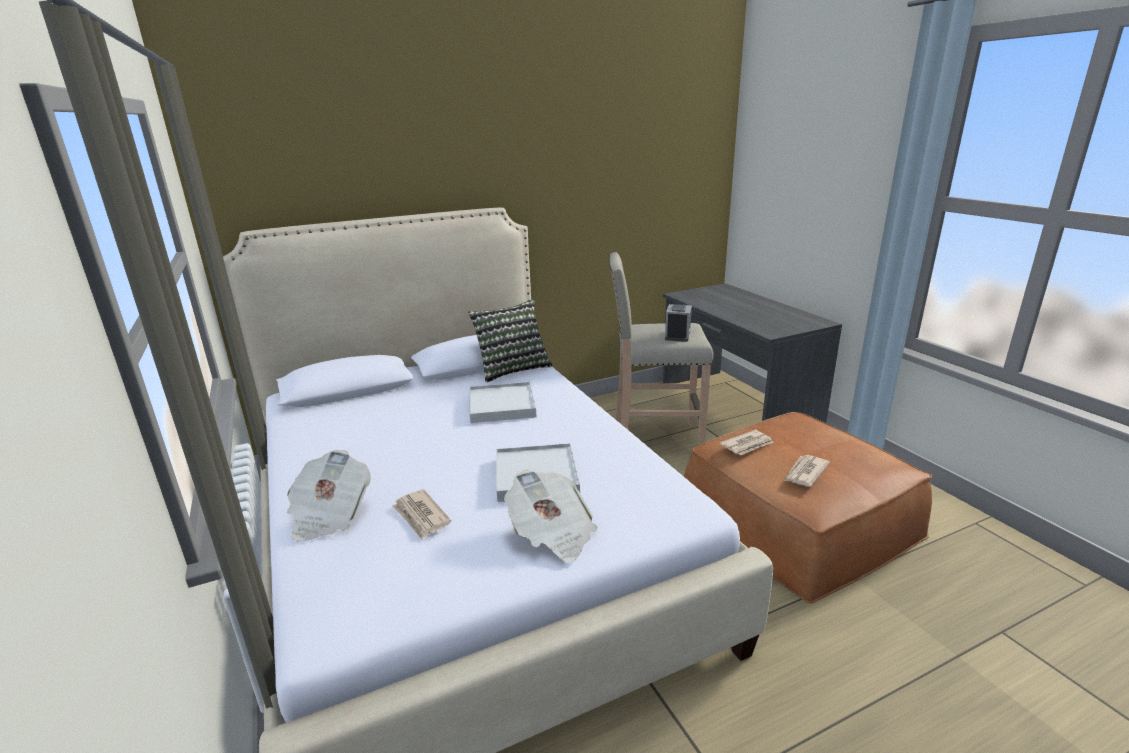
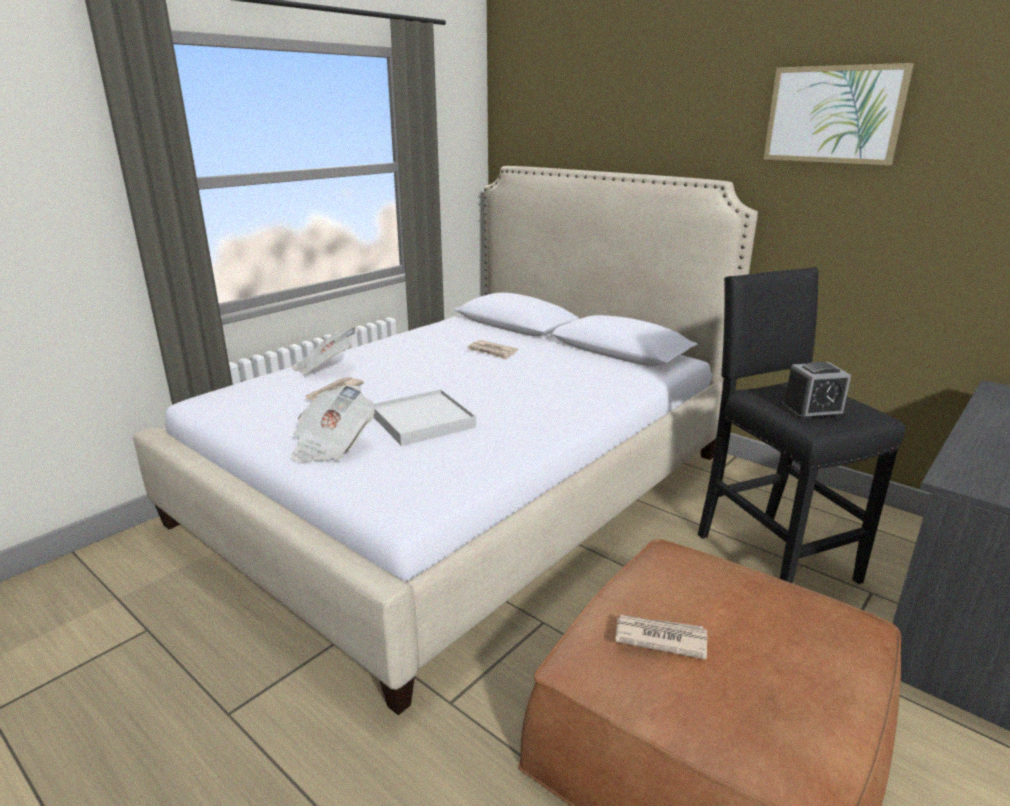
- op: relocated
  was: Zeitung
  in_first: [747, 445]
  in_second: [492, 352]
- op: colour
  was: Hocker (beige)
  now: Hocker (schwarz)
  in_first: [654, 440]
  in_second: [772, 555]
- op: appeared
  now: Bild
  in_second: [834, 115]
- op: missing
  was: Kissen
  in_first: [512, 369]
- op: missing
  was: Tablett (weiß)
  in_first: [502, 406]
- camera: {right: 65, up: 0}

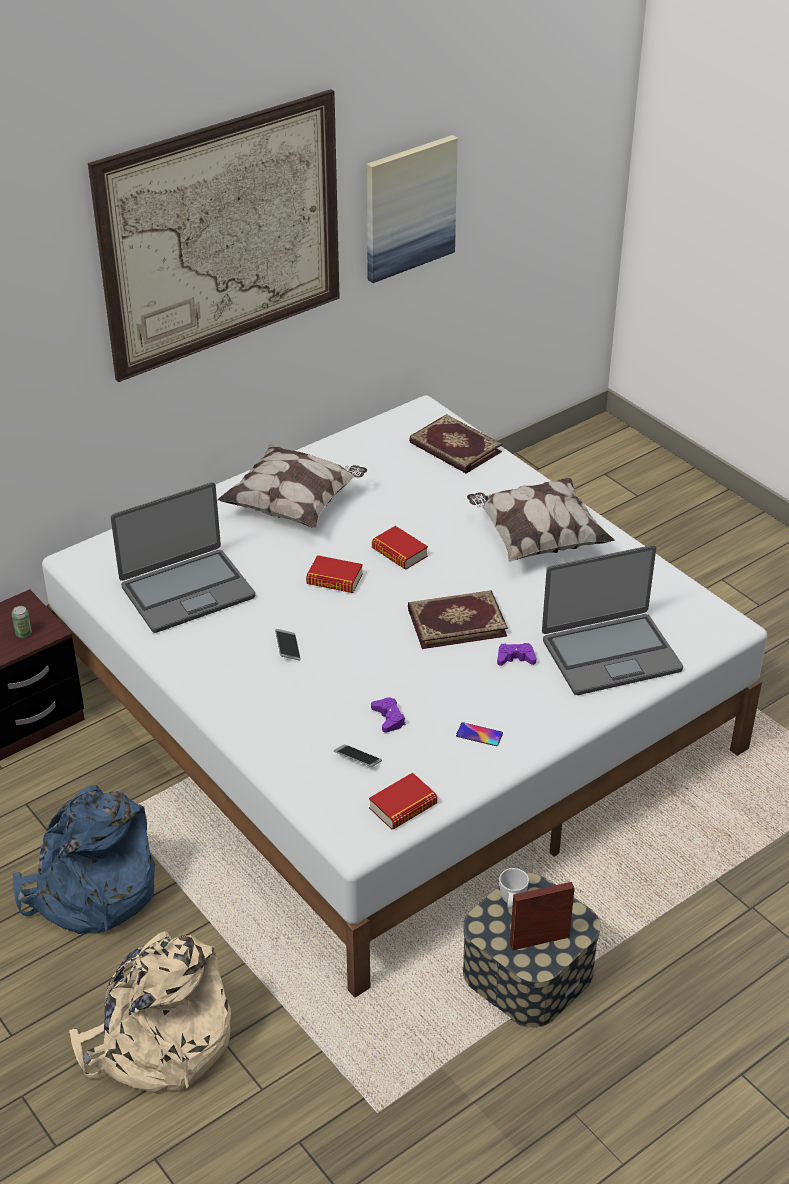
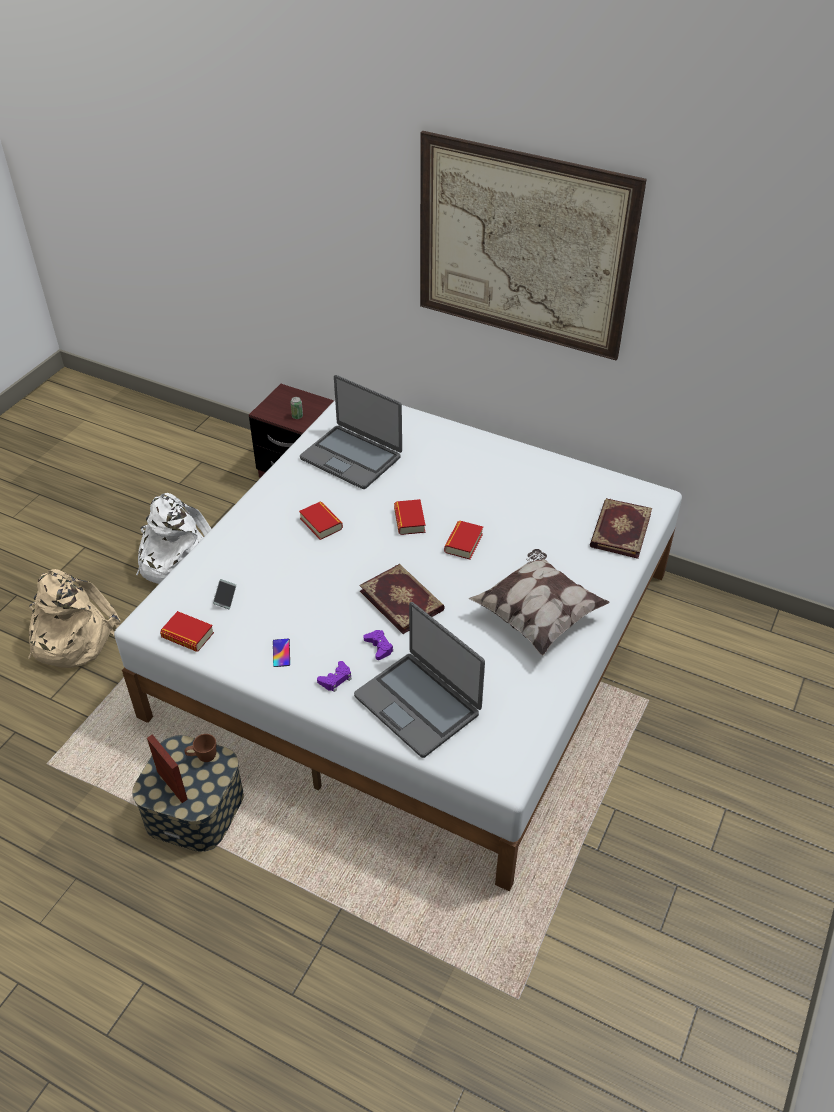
- op: colour
  was: Rucksack (blau)
  now: Rucksack (weiß)
  in_first: [91, 891]
  in_second: [176, 560]
- op: colour
  was: Henkelbecher (weiß)
  now: Henkelbecher (braun)
  in_first: [512, 903]
  in_second: [203, 757]
- op: exchanged
  was: Handy
  now: Buch
  in_first: [288, 648]
  in_second: [321, 523]
- op: relocated
  was: Gamepad (lila)
  in_first: [388, 718]
  in_second: [336, 679]
- op: missing
  was: Kissen
  in_first: [294, 505]
- op: missing
  was: Bild
  in_first: [409, 208]
- camera: {right: 65, up: 5}

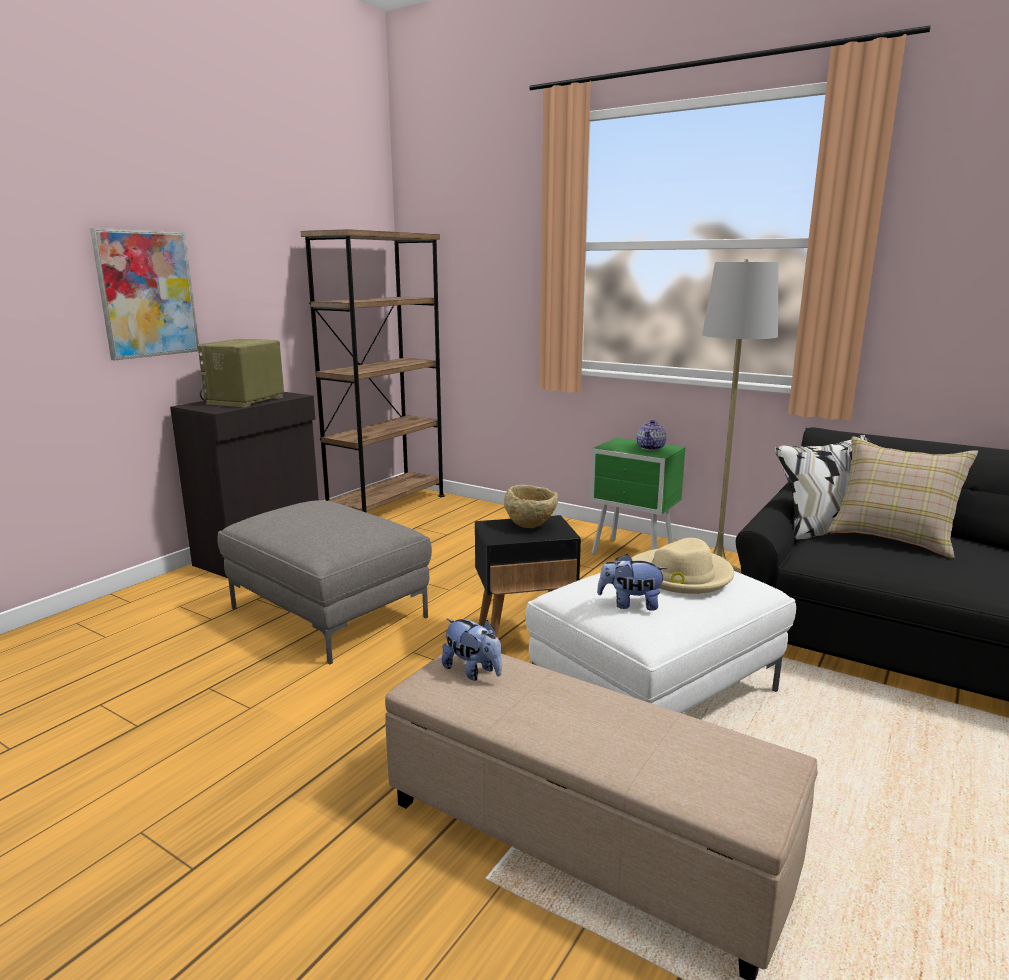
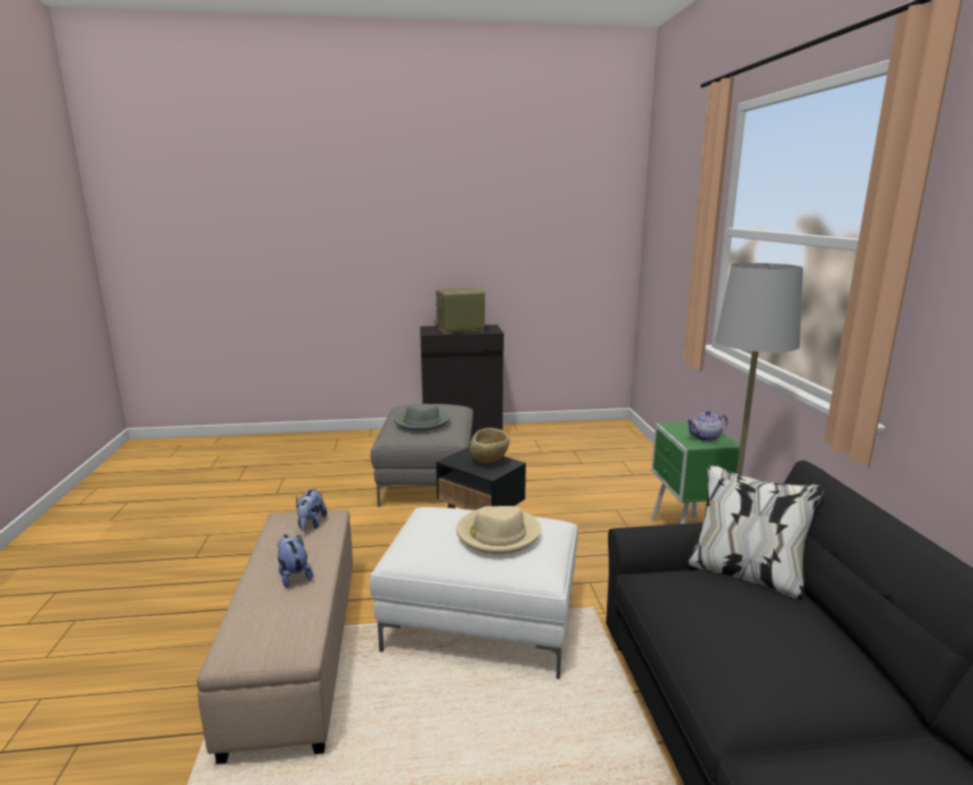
- op: relocated
  was: Plüschtier
  in_first: [630, 604]
  in_second: [293, 576]
- op: appeared
  now: Hut (grau)
  in_second: [421, 422]
- op: missing
  was: Bild
  in_first: [147, 294]
- op: missing
  was: Bücherregal (braun)
  in_first: [387, 506]
- op: missing
  was: Kissen (beige)
  in_first: [893, 537]
- camera: {right: 50, up: 0}

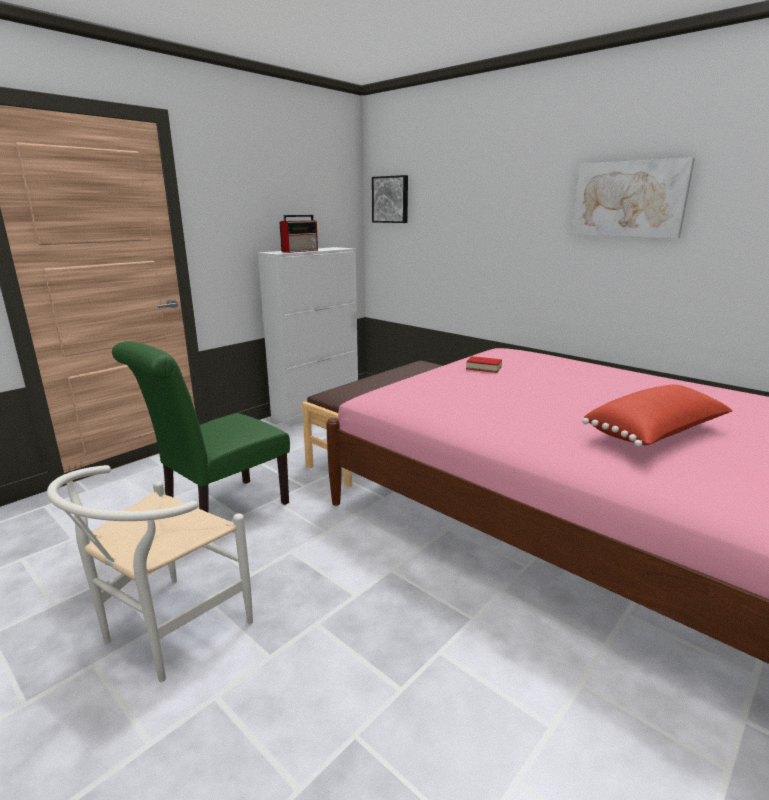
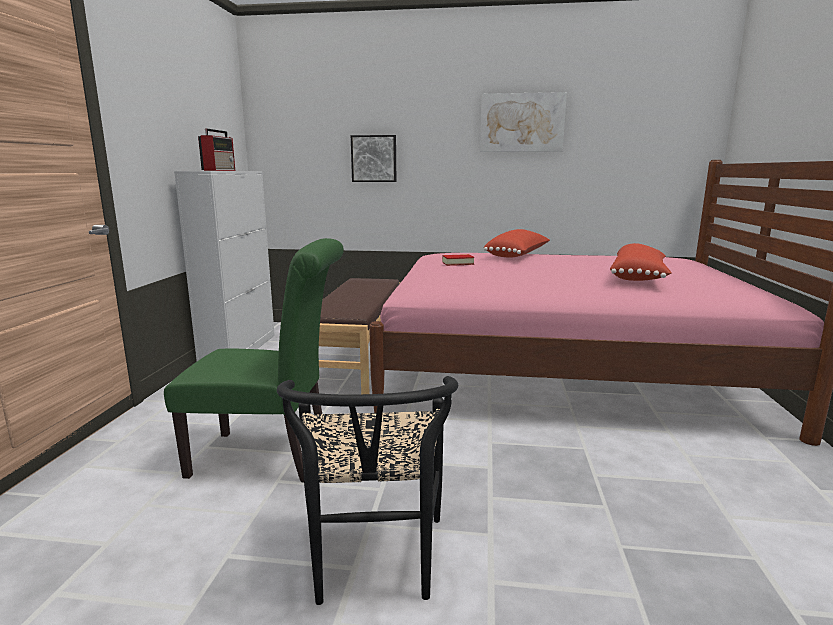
- op: spun
  was: Stuhl (grün)
  in_first: [220, 513]
  in_second: [270, 457]
  clockwise: -90
- op: colour
  was: Stuhl (weiß)
  now: Stuhl (schwarz)
  in_first: [166, 634]
  in_second: [373, 565]
- op: relocated
  was: Bild
  in_first: [391, 199]
  in_second: [374, 158]
- op: appeared
  now: Kissen (rot)
  in_second: [518, 256]
- camera: {right: -35, up: -5}

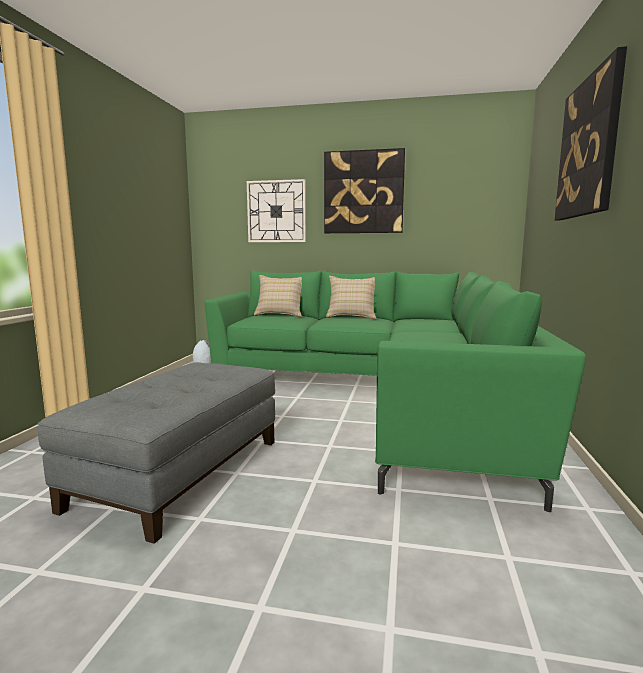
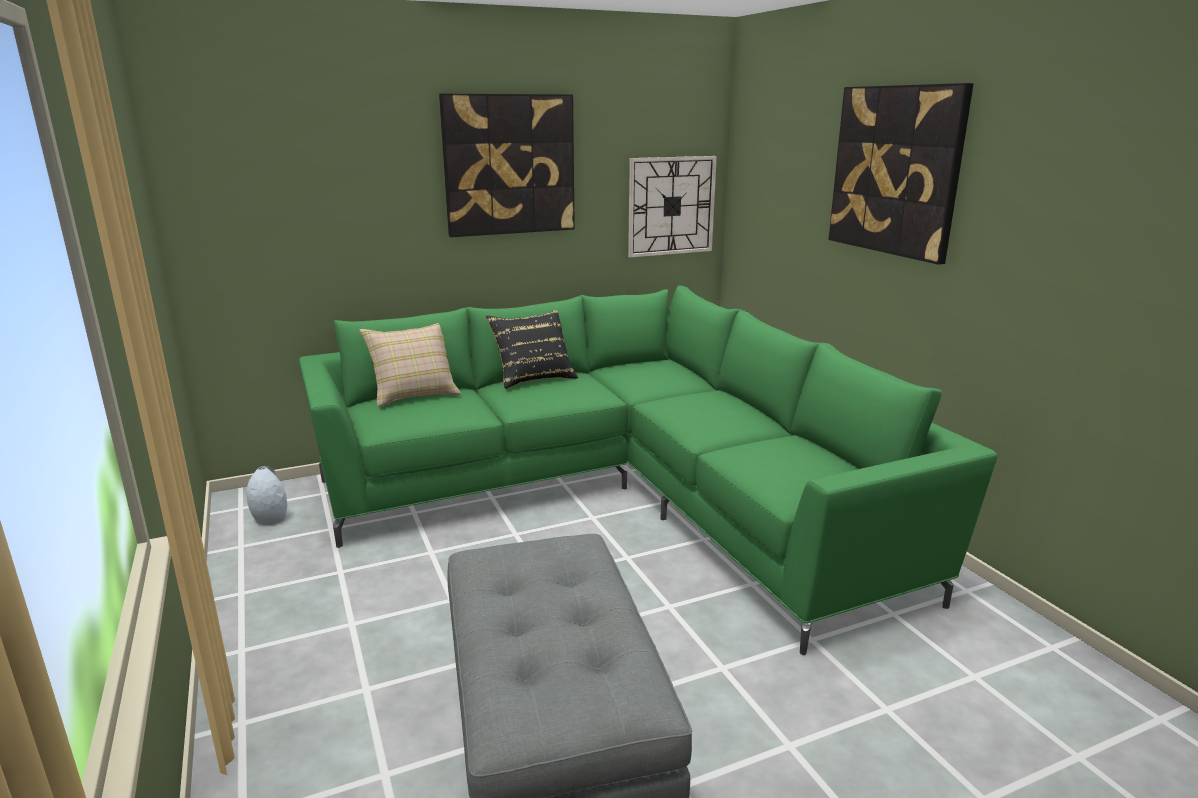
- op: colour
  was: Kissen (beige)
  now: Kissen (schwarz)
  in_first: [352, 316]
  in_second: [534, 378]
- op: relocated
  was: Wanduhr
  in_first: [276, 211]
  in_second: [671, 206]
- camera: {right: -35, up: 10}

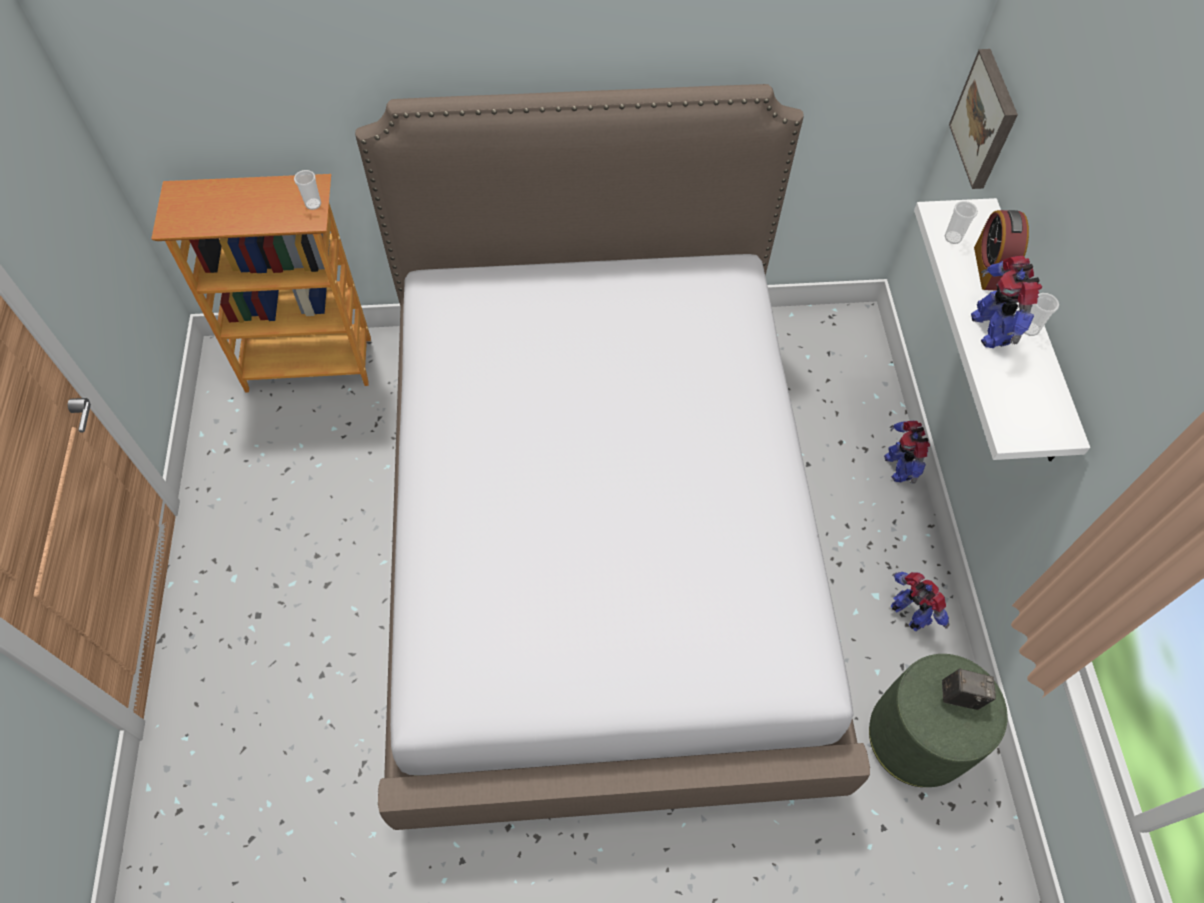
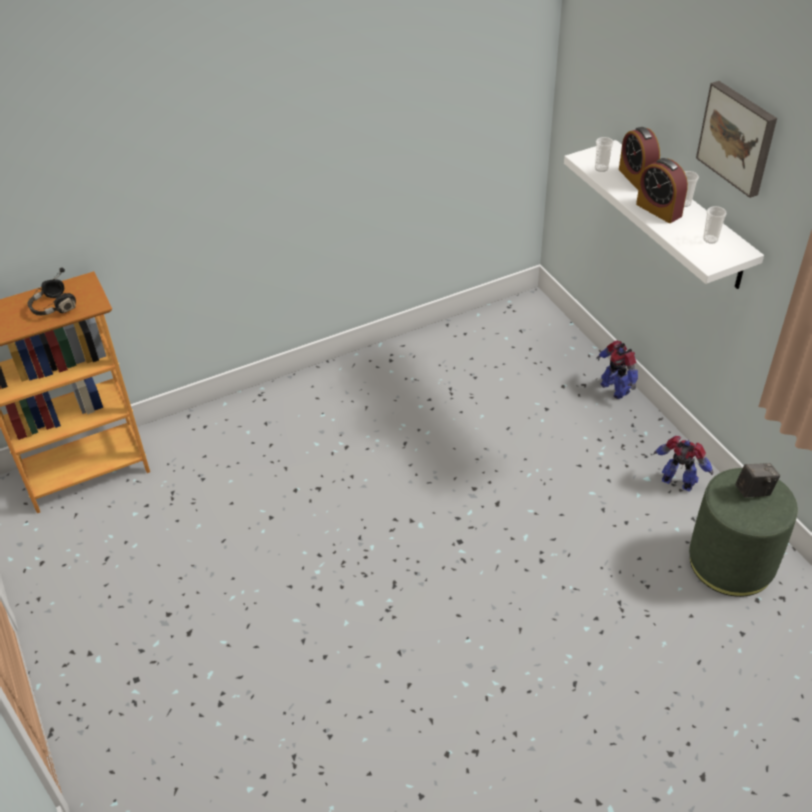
- op: appeared
  now: Kopfhörer (schwarz)
  in_second: [53, 307]
- op: exchanged
  was: Spielzeugroboter
  now: Wecker
  in_first: [991, 328]
  in_second: [659, 210]
- op: relocated
  was: Bild
  in_first: [986, 119]
  in_second: [738, 137]
- op: relocated
  was: Tasse
  in_first: [313, 204]
  in_second: [710, 239]
- op: missing
  was: Bett
  in_first: [600, 537]
- camera: {right: -20, up: -15}

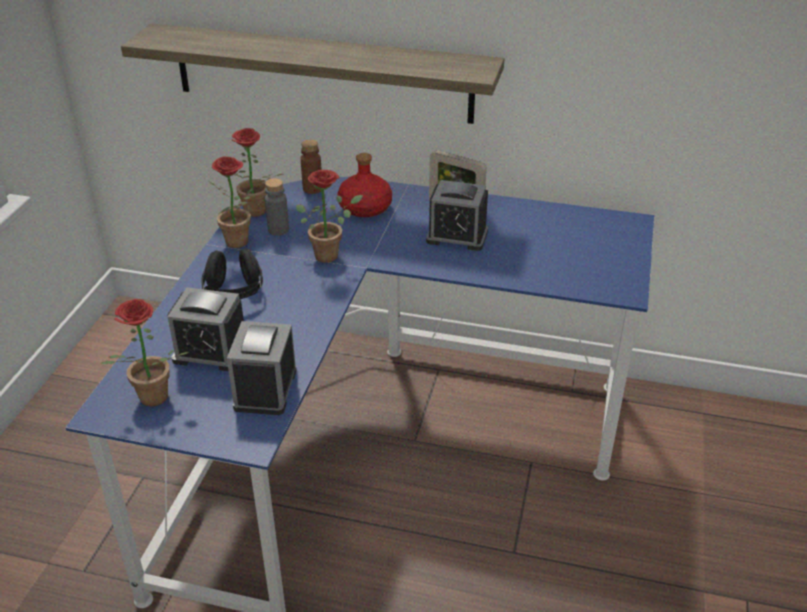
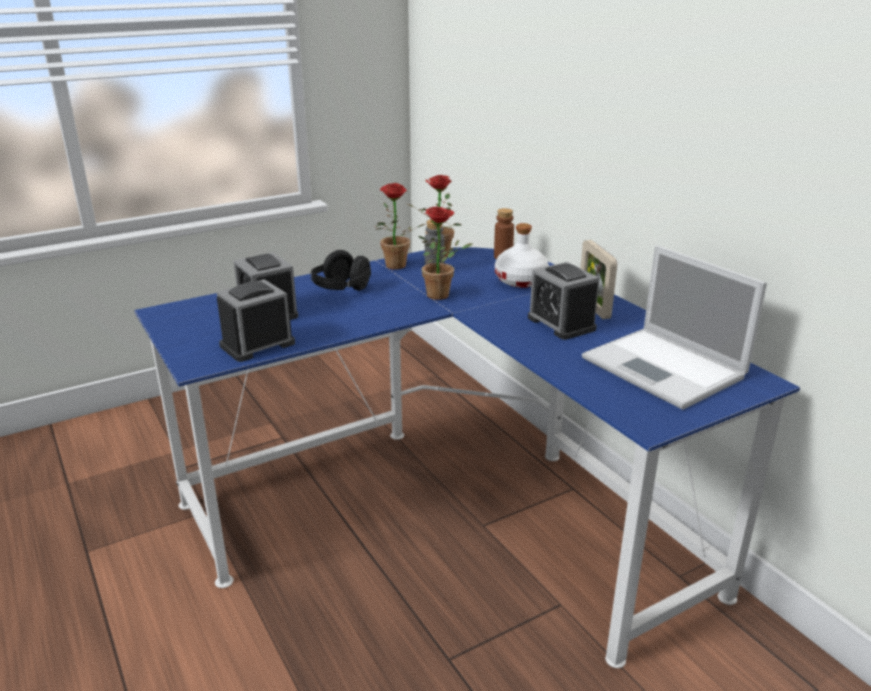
- op: colour
  was: Flasche (rot)
  now: Flasche (weiß)
  in_first: [365, 207]
  in_second: [521, 280]
- op: appeared
  now: Laptop
  in_second: [665, 368]
- op: missing
  was: Topfpflanze
  in_first: [150, 401]
- op: missing
  was: Wandregal
  in_first: [322, 73]
- camera: {right: 45, up: -10}

